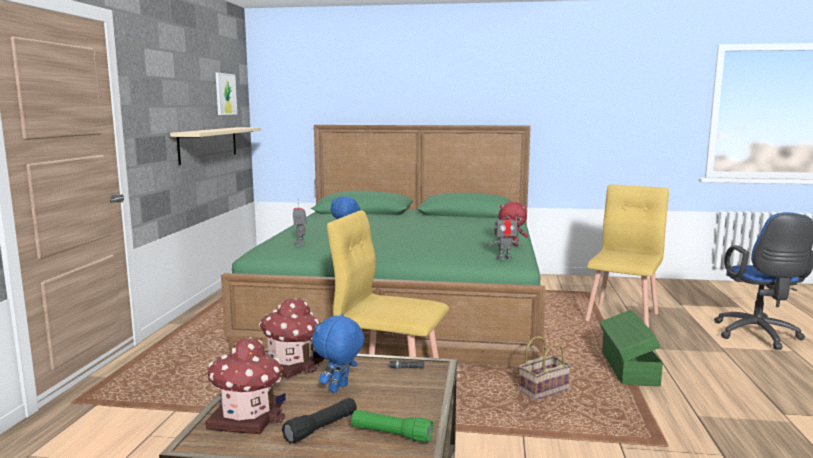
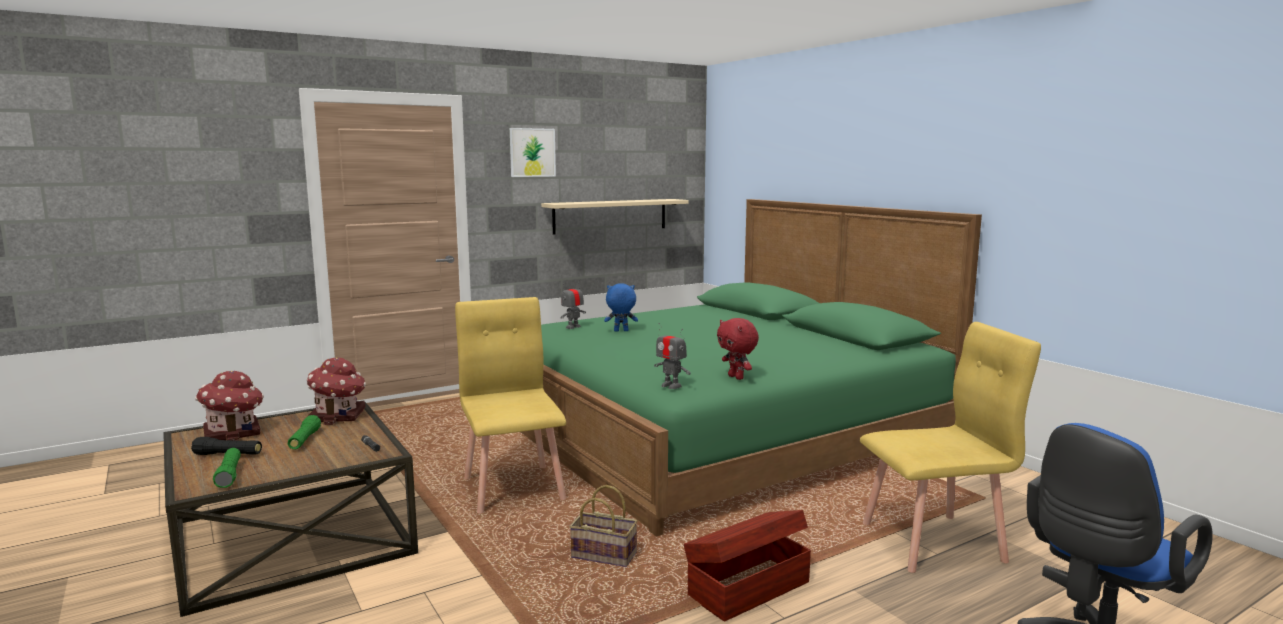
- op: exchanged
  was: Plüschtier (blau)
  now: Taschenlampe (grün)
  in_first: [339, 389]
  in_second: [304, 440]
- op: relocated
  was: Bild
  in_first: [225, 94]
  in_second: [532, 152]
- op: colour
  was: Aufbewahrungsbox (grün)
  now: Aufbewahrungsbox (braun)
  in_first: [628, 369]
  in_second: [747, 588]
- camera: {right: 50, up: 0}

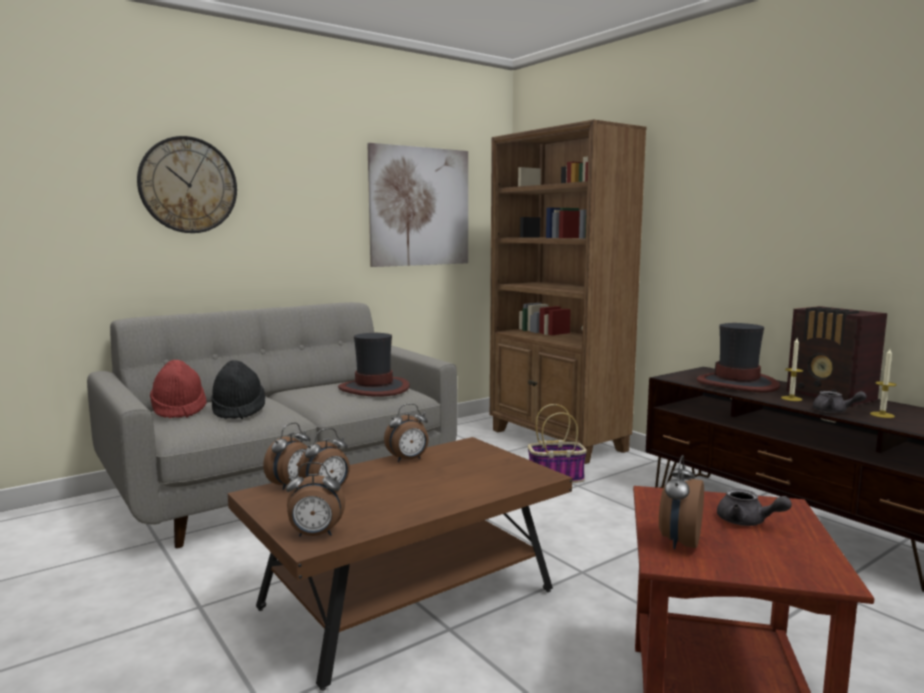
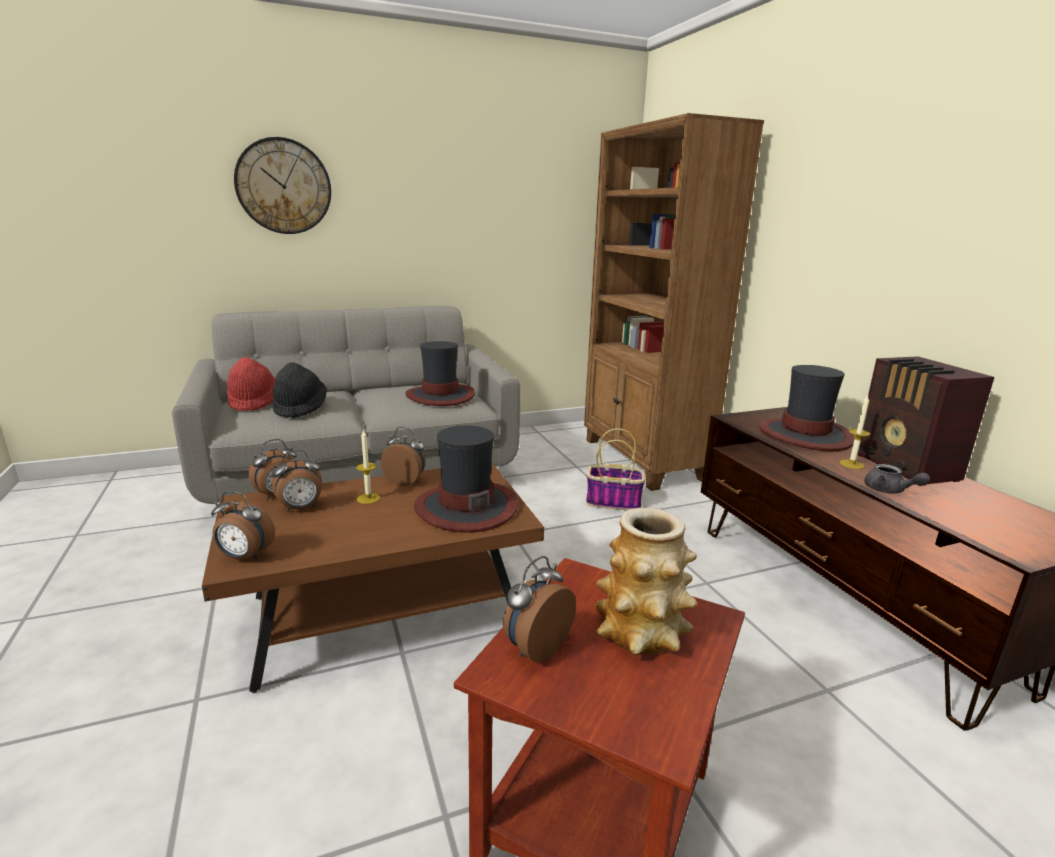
- op: relocated
  was: Kerze
  in_first: [882, 415]
  in_second: [368, 498]
- op: spun
  was: Wecker
  in_first: [408, 460]
  in_second: [406, 481]
  clockwise: -150
- op: appeared
  now: Hut
  in_second: [466, 507]
- op: exchanged
  was: Teekanne (grau)
  now: Vase
  in_first: [747, 522]
  in_second: [641, 634]
- op: missing
  was: Bild
  in_first: [419, 207]
- camera: {right: 15, up: 10}

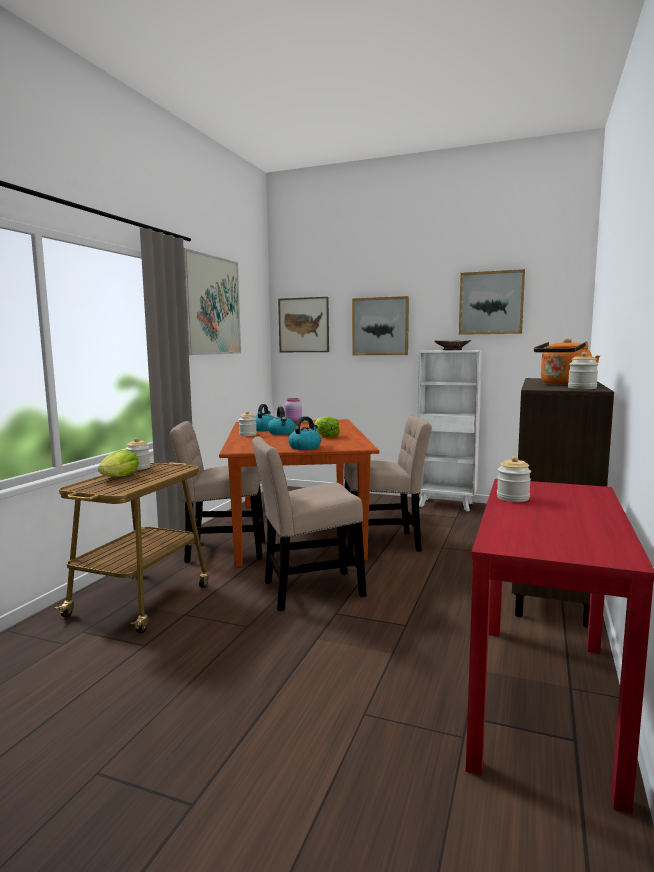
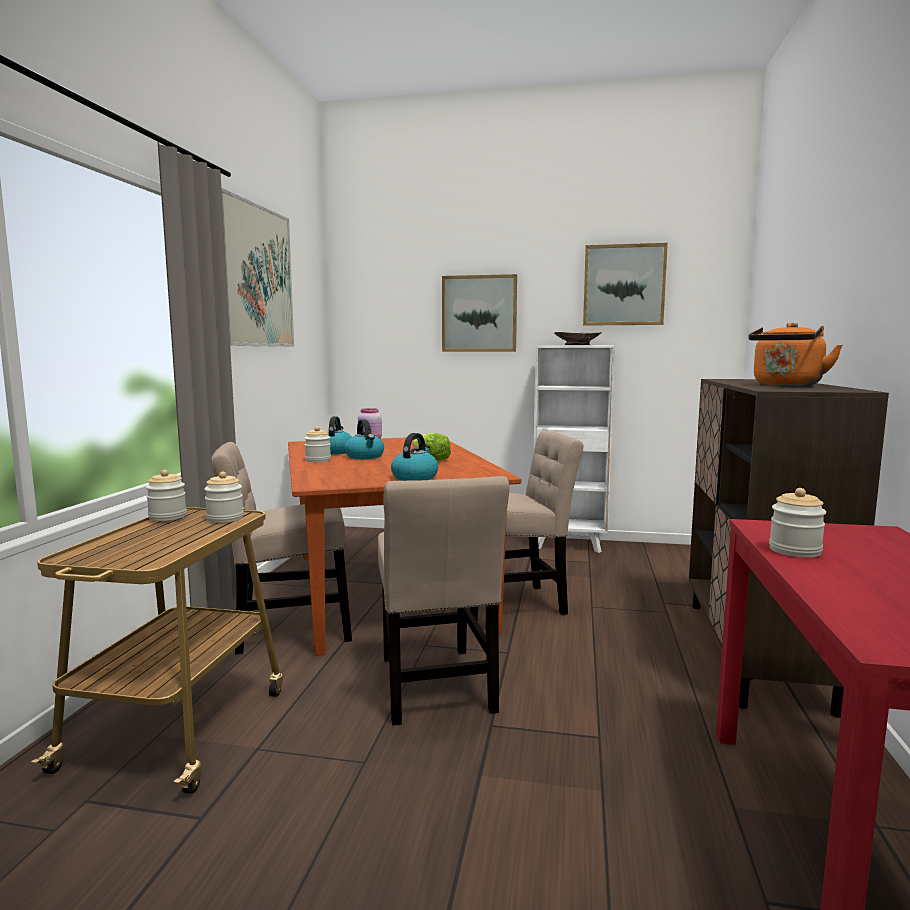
- op: relocated
  was: Vorratsglas
  in_first: [582, 388]
  in_second: [225, 518]
- op: spun
  was: Stuhl (beige)
  in_first: [308, 590]
  in_second: [436, 688]
  clockwise: -75
- op: missing
  was: Salatkopf
  in_first: [119, 477]
- op: missing
  was: Bild
  in_first: [303, 325]
- camera: {right: -10, up: 0}

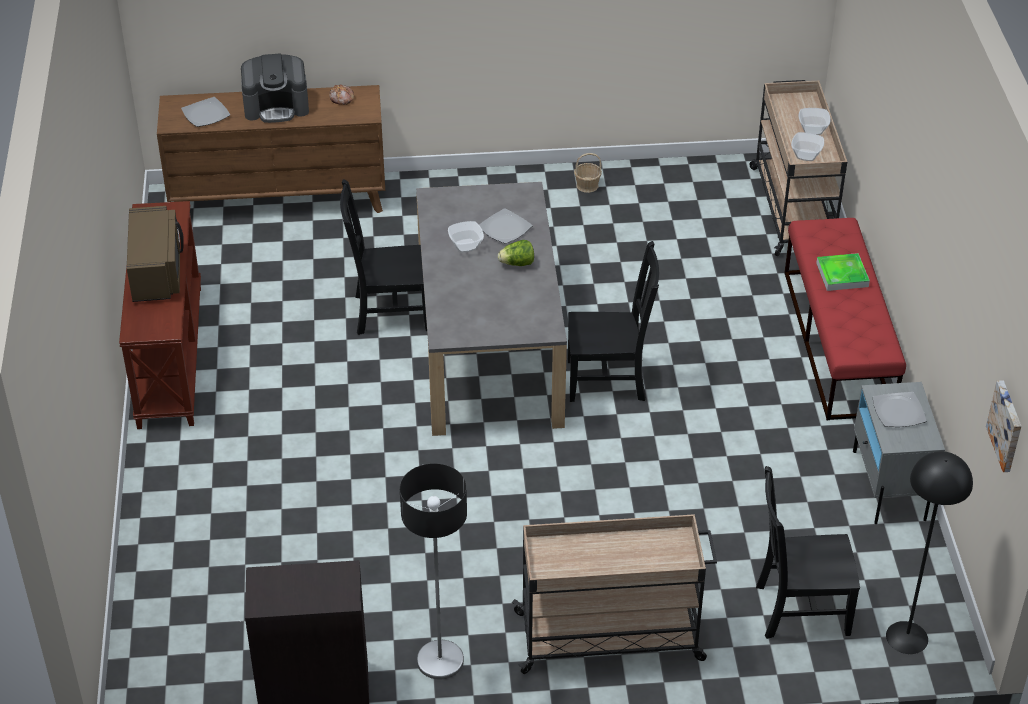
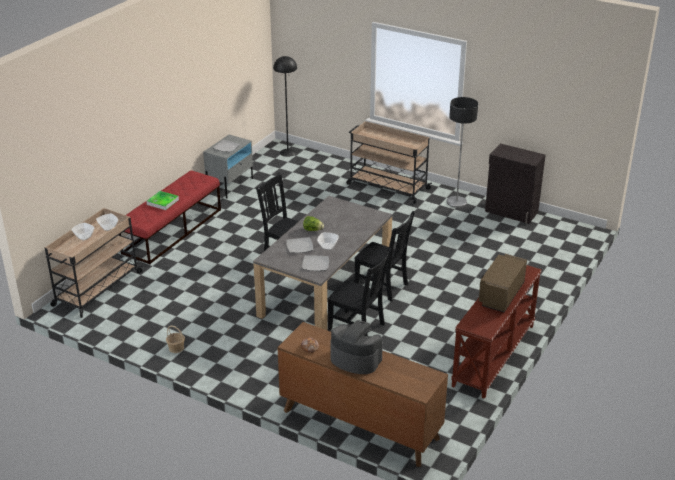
- op: relocated
  was: Teller
  in_first: [205, 114]
  in_second: [316, 264]
- op: relocated
  was: Stuhl (schwarz)
  in_first: [798, 609]
  in_second: [382, 286]
- op: missing
  was: Bild
  in_first: [1007, 426]
- camera: {right: -145, up: -10}

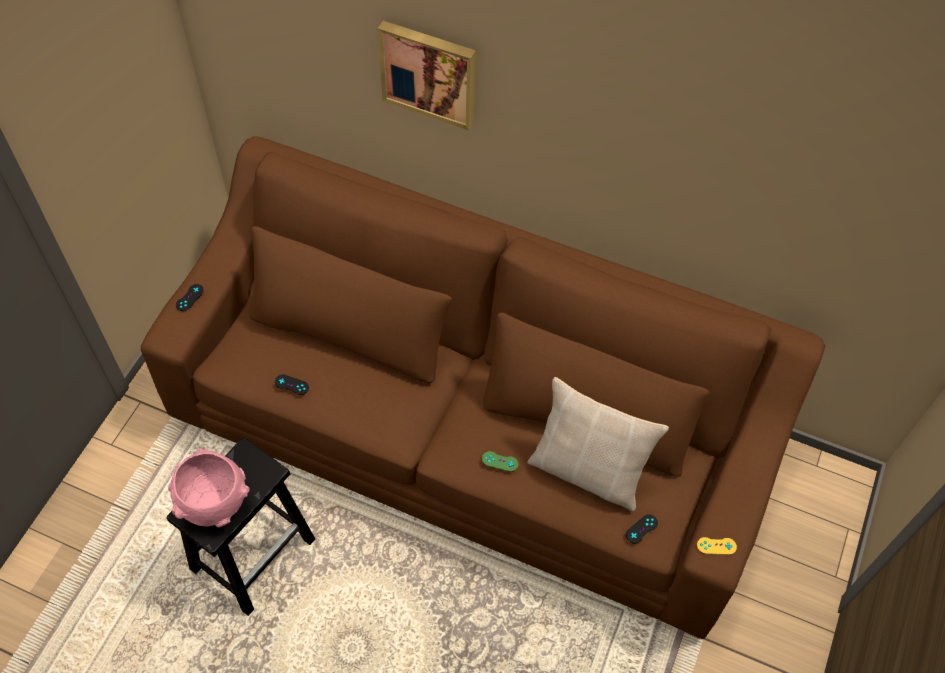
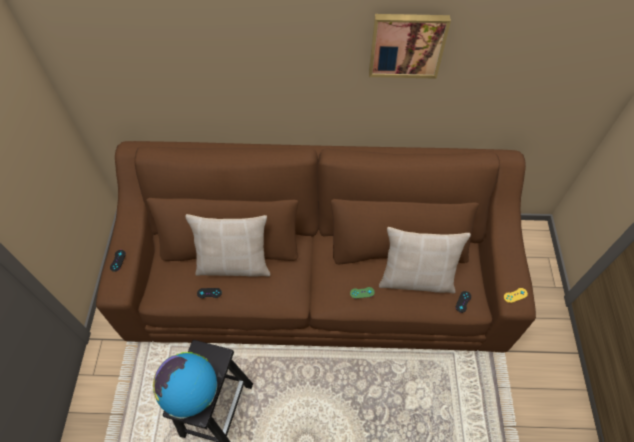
- op: exchanged
  was: Schüssel (rosa)
  now: Globus
  in_first: [213, 503]
  in_second: [191, 392]
- op: appeared
  now: Kissen (beige)
  in_second: [234, 264]
- op: relocated
  was: Bild
  in_first: [429, 72]
  in_second: [407, 44]
- camera: {right: -20, up: 0}

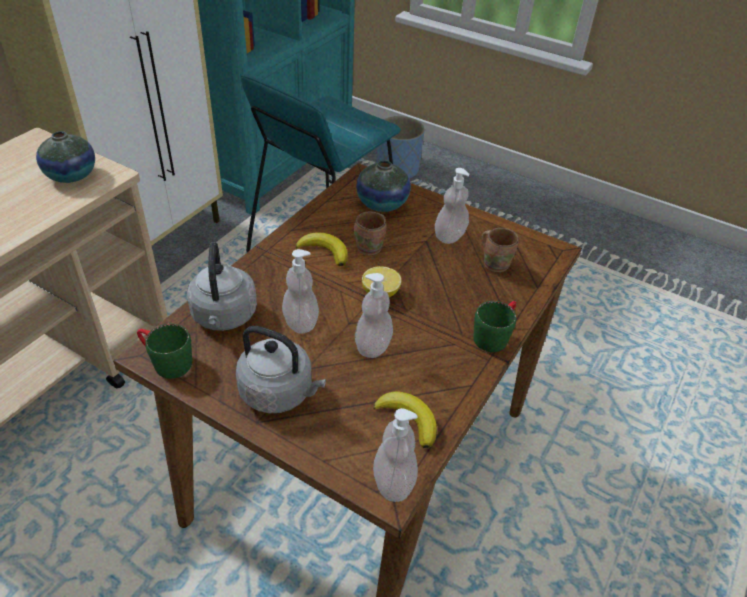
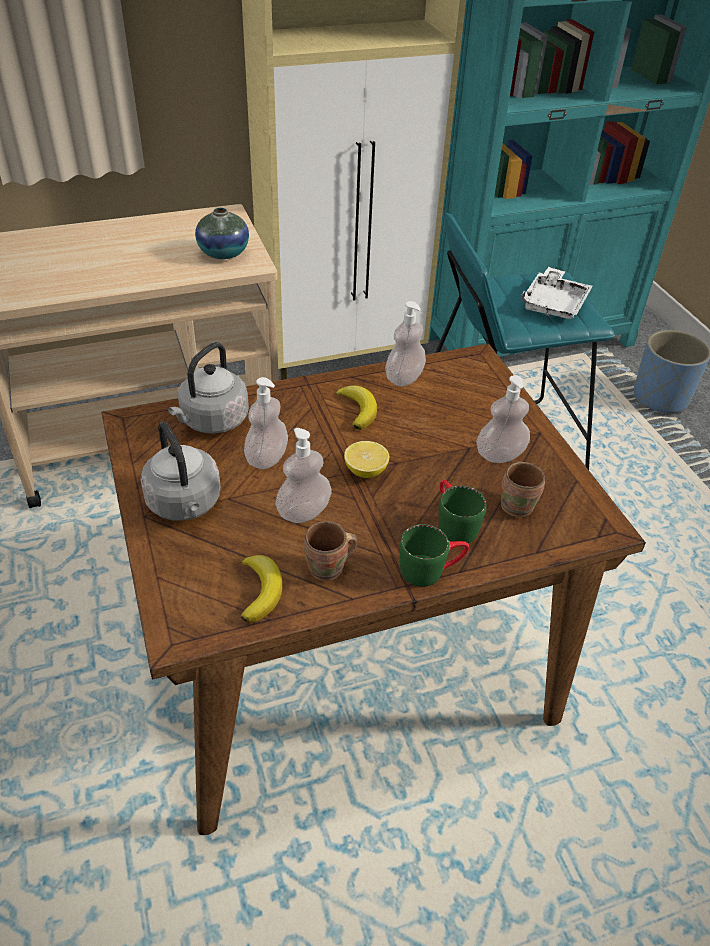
- op: relocated
  was: Henkelbecher (braun)
  in_first: [371, 248]
  in_second: [329, 570]
- op: relocated
  was: Seifenspender
  in_first: [393, 481]
  in_second: [404, 378]
- op: relocated
  was: Henkelbecher (grün)
  in_first: [165, 361]
  in_second: [453, 523]
- op: appeared
  now: Tablett (weiß)
  in_second: [554, 304]
- op: missing
  was: Vase
  in_first: [382, 203]
- camera: {right: 40, up: 0}

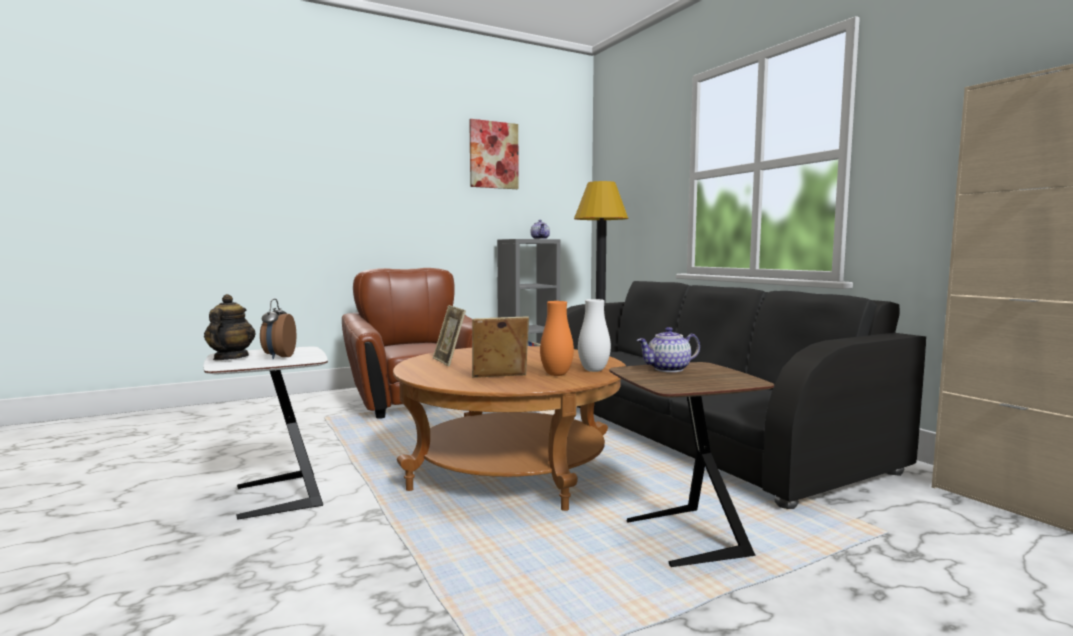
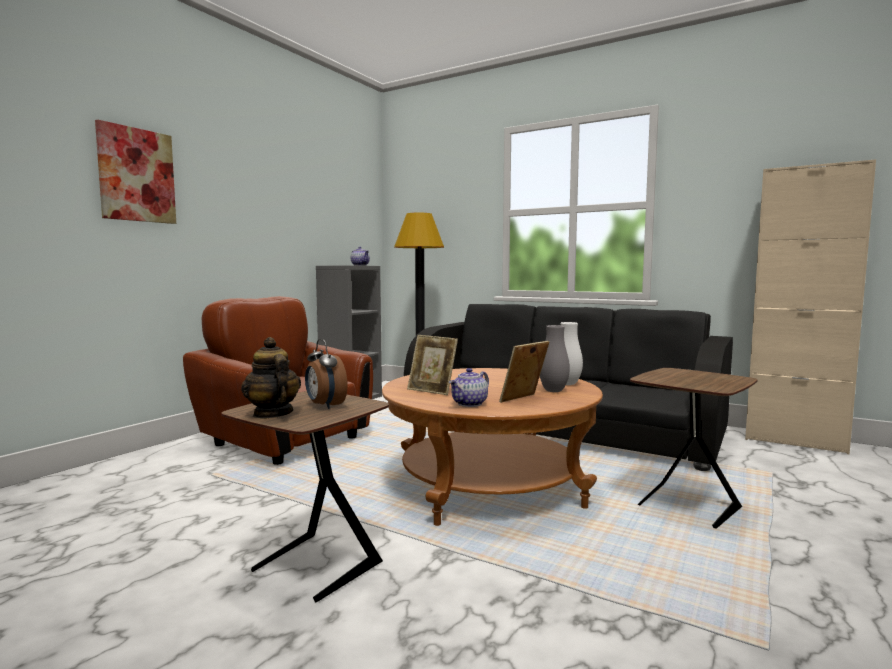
- op: relocated
  was: Bild
  in_first: [493, 155]
  in_second: [136, 175]
- op: colour
  was: Beistelltisch (weiß)
  now: Beistelltisch (braun)
  in_first: [275, 497]
  in_second: [314, 568]
- op: relocated
  was: Teekanne
  in_first: [668, 369]
  in_second: [470, 404]
- op: colour
  was: Vase (orange)
  now: Vase (grau)
  in_first: [556, 374]
  in_second: [553, 391]
- camera: {right: -30, up: 0}

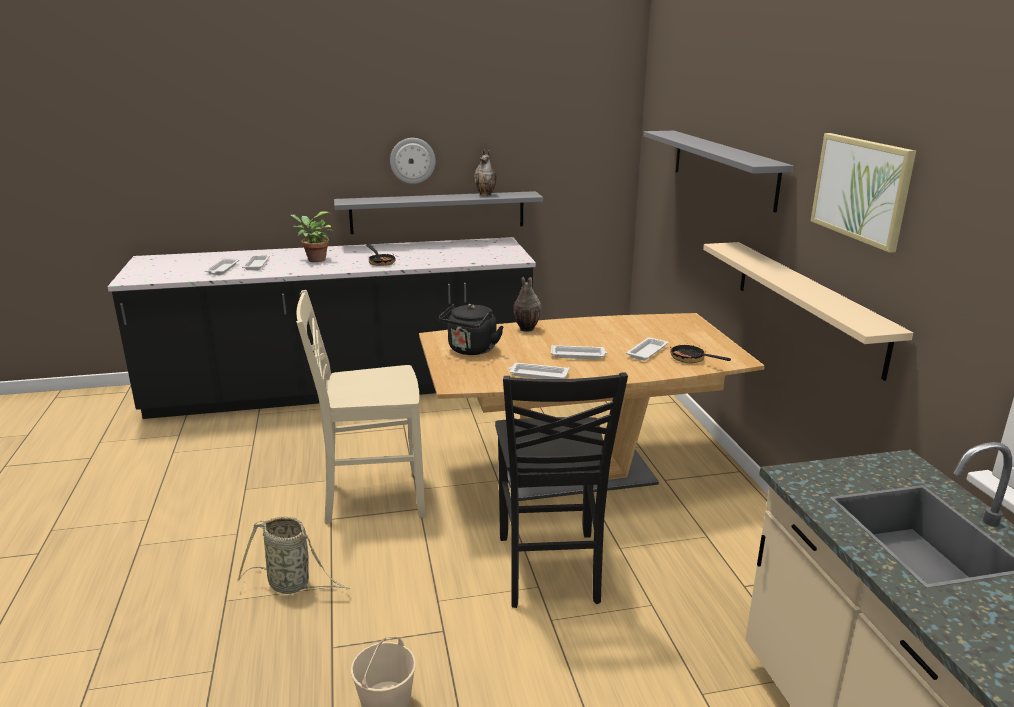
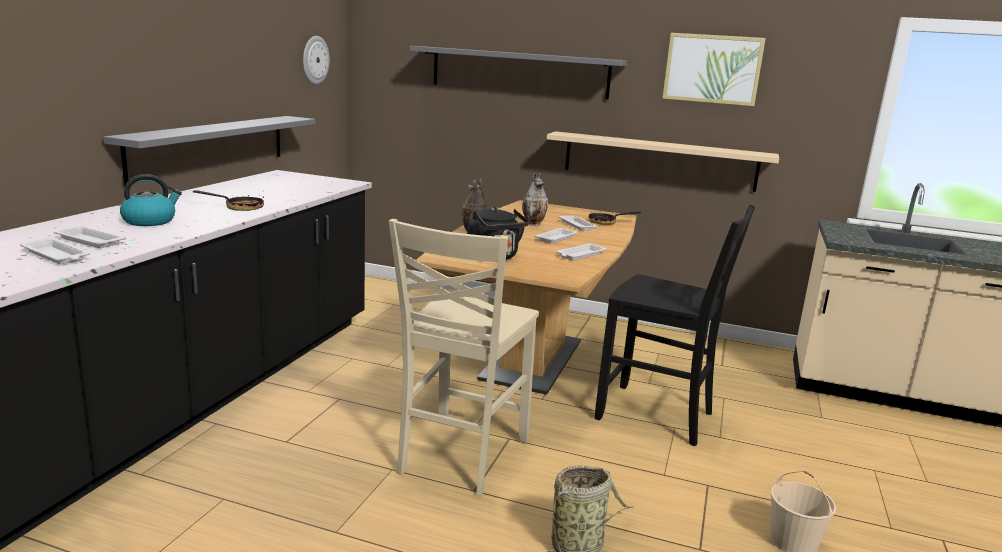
- op: exchanged
  was: Topfpflanze
  now: Wasserkessel
  in_first: [314, 260]
  in_second: [150, 221]
- op: relocated
  was: Wanduhr
  in_first: [412, 160]
  in_second: [315, 60]
- op: relocated
  was: Vase
  in_first: [486, 195]
  in_second: [534, 224]
- camera: {right: -60, up: -5}

